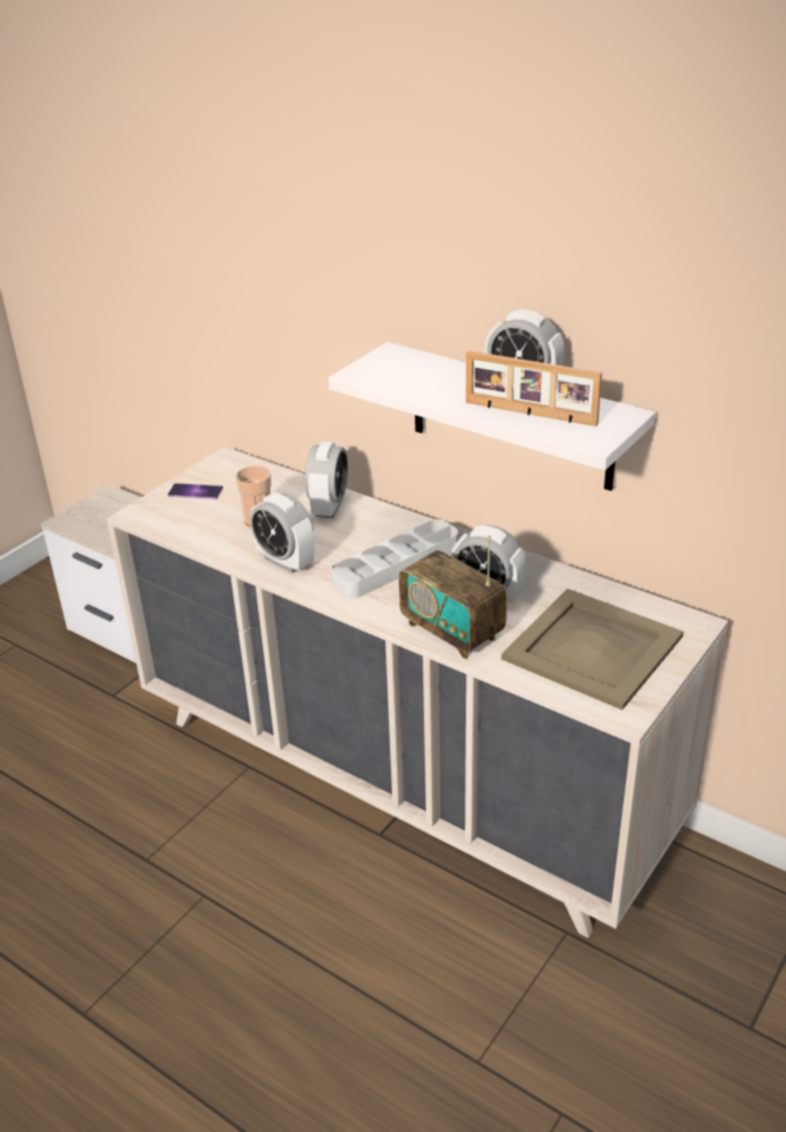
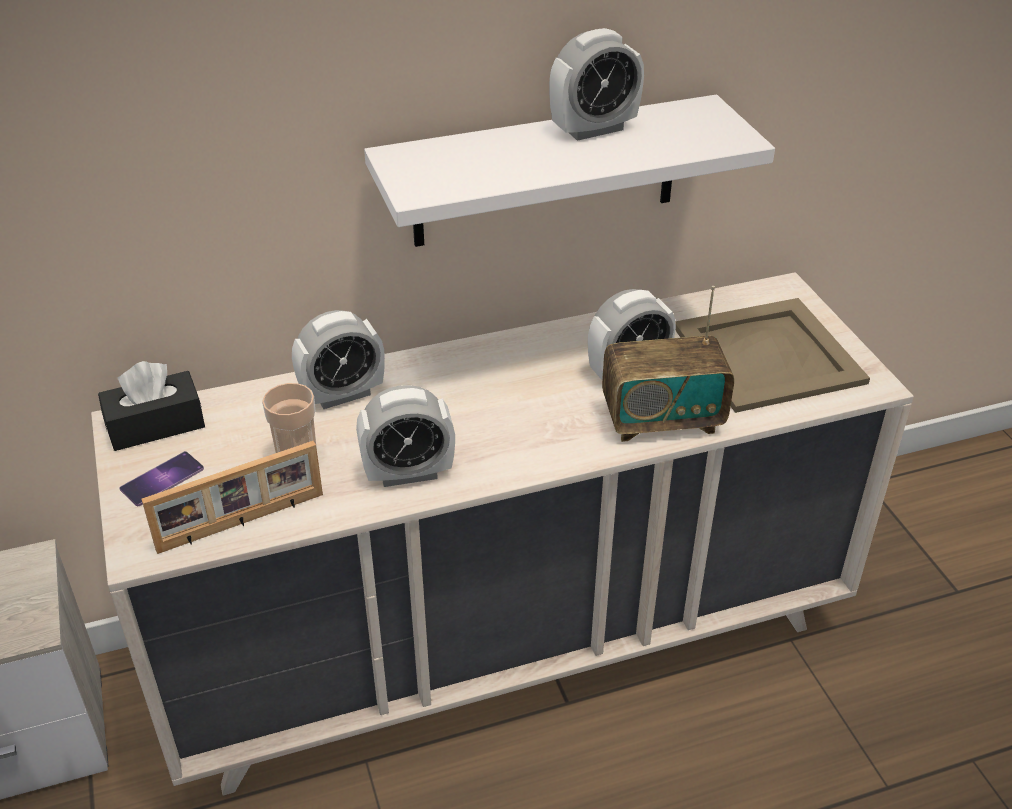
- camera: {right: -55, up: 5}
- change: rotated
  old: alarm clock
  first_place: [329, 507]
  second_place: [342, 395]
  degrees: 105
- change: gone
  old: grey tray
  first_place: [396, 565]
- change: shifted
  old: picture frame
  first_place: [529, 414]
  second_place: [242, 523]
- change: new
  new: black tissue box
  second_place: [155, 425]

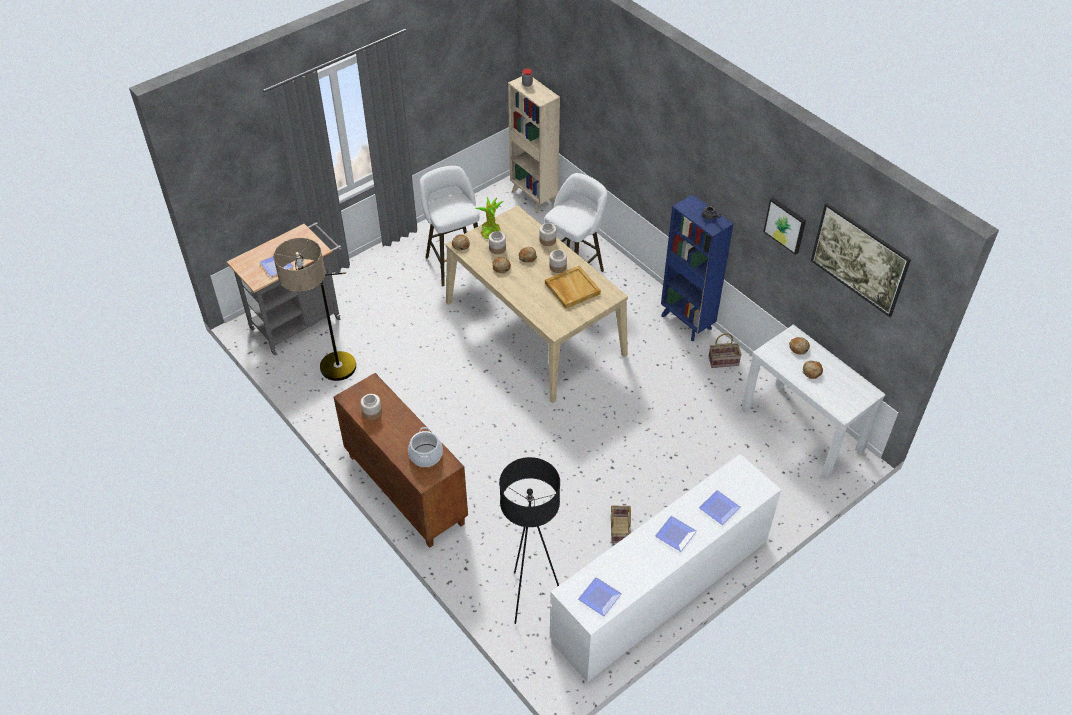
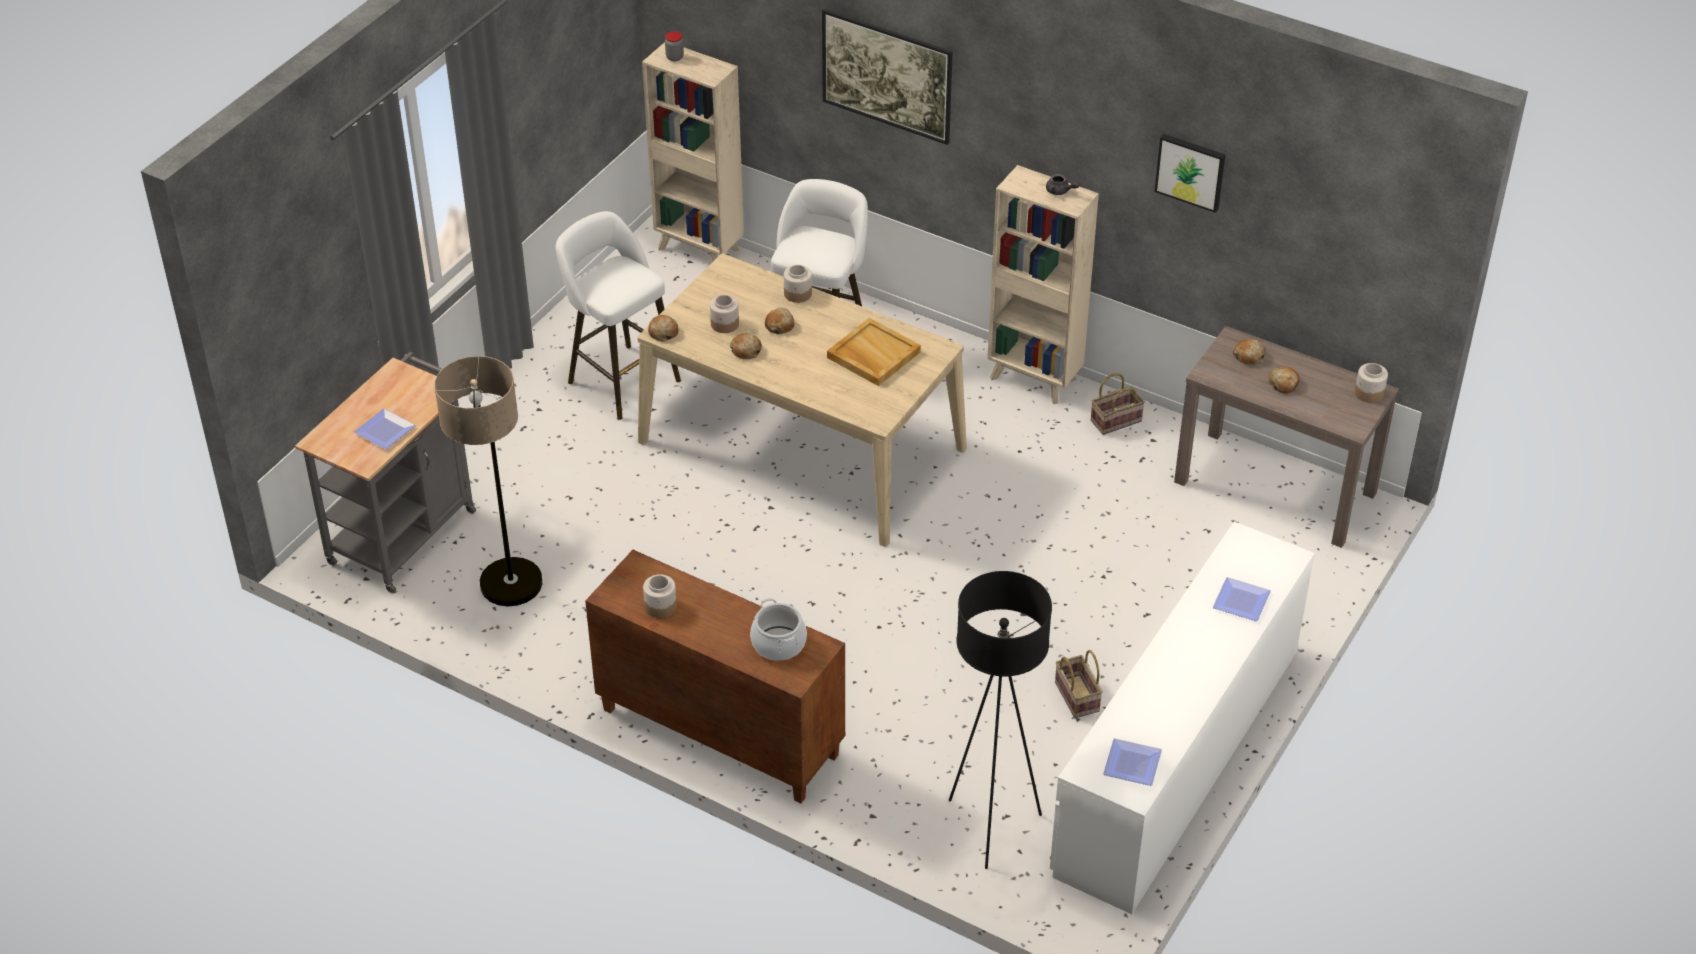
- camera: {right: -20, up: -5}
- change: gone
  old: potted plant
  first_place: [490, 230]
- change: shifted
  old: jar
  first_place: [557, 267]
  second_place: [1369, 393]
- change: gone
  old: plate
  first_place: [676, 536]
- change: repainted
  old: blue bookcase
  new: beige bookcase
  first_place: [687, 323]
  second_place: [1034, 379]
- change: repainted
  old: white console table
  new: brown console table
  first_place: [802, 430]
  second_place: [1276, 487]
- change: shifted
  old: picture
  first_place: [855, 273]
  second_place: [886, 98]

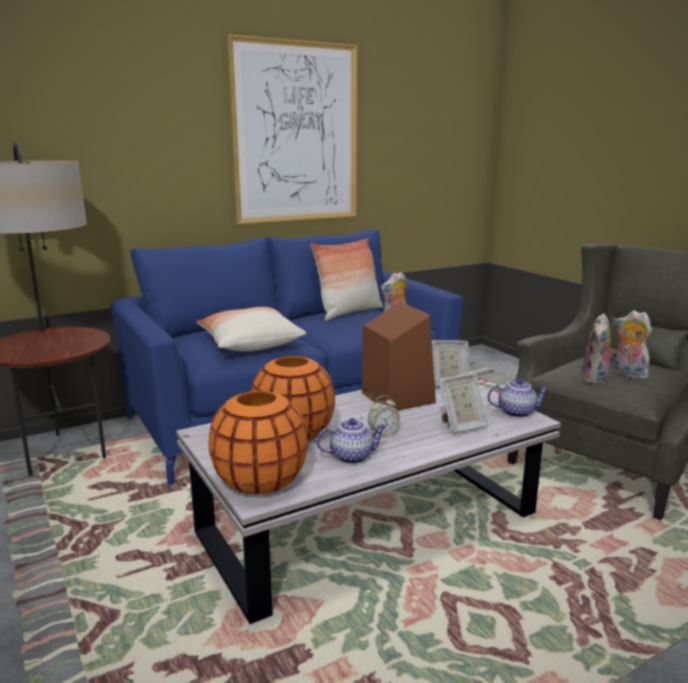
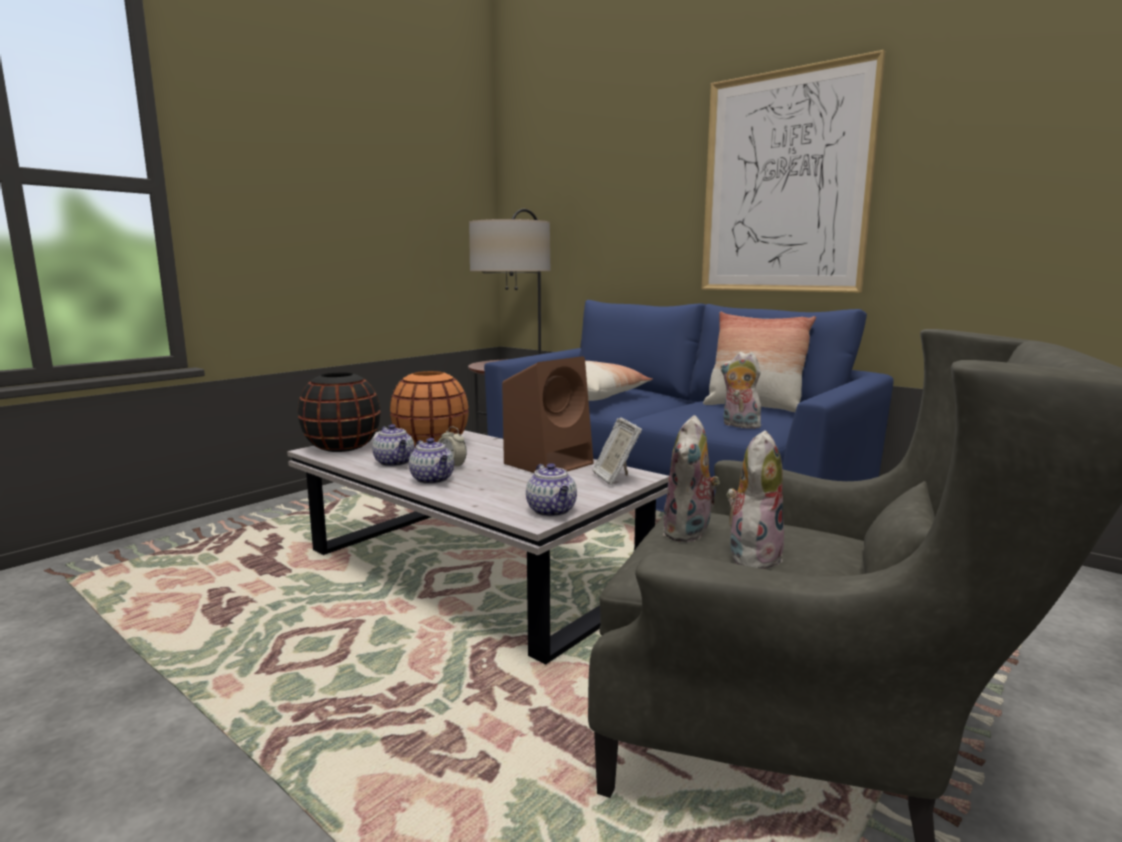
- camera: {right: 70, up: -5}
- change: repainted
  old: orange vase
  new: black vase
  first_place: [260, 482]
  second_place: [342, 447]
- change: gone
  old: picture frame
  first_place: [461, 426]
- change: rotated
  old: plush toy
  first_place: [596, 380]
  second_place: [689, 533]
  degrees: -75
- change: new
  new: teapot
  second_place: [433, 480]

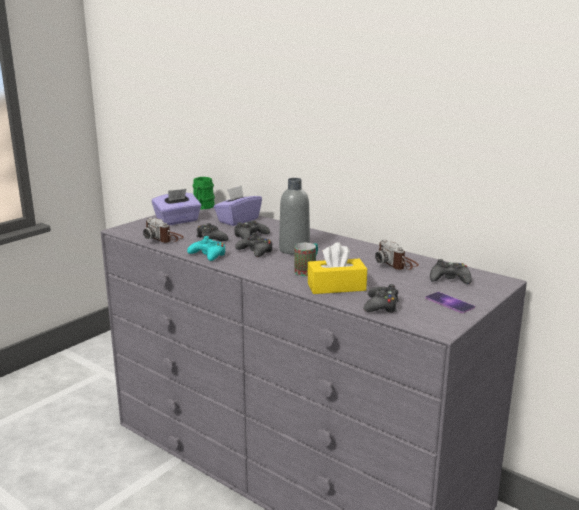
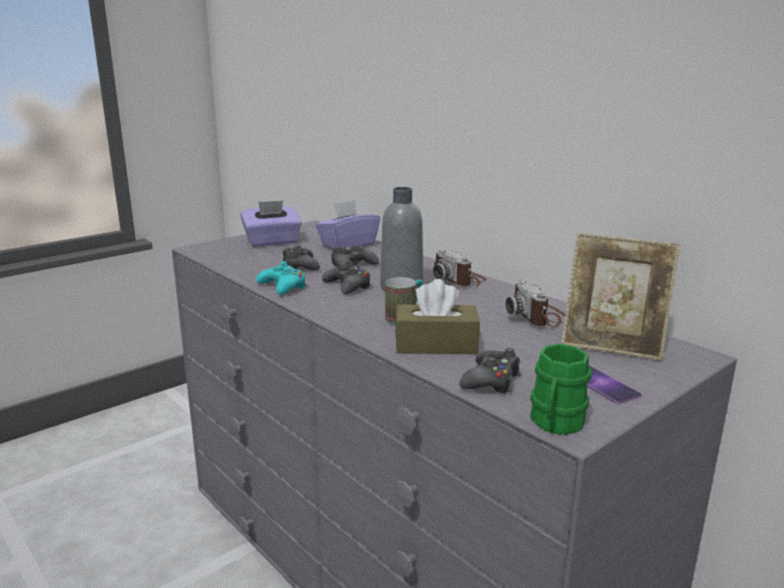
- camera: {right: 10, up: 0}
- change: shifted
  old: photo camera
  first_place: [164, 238]
  second_place: [459, 279]
- change: shifted
  old: green mug
  first_place: [202, 207]
  second_place: [555, 424]
- change: repainted
  old: yellow tissue box
  new: brown tissue box
  first_place: [336, 287]
  second_place: [436, 344]
- change: swapped
  old: black game controller
  new: picture frame
  first_place: [449, 279]
  second_place: [612, 346]

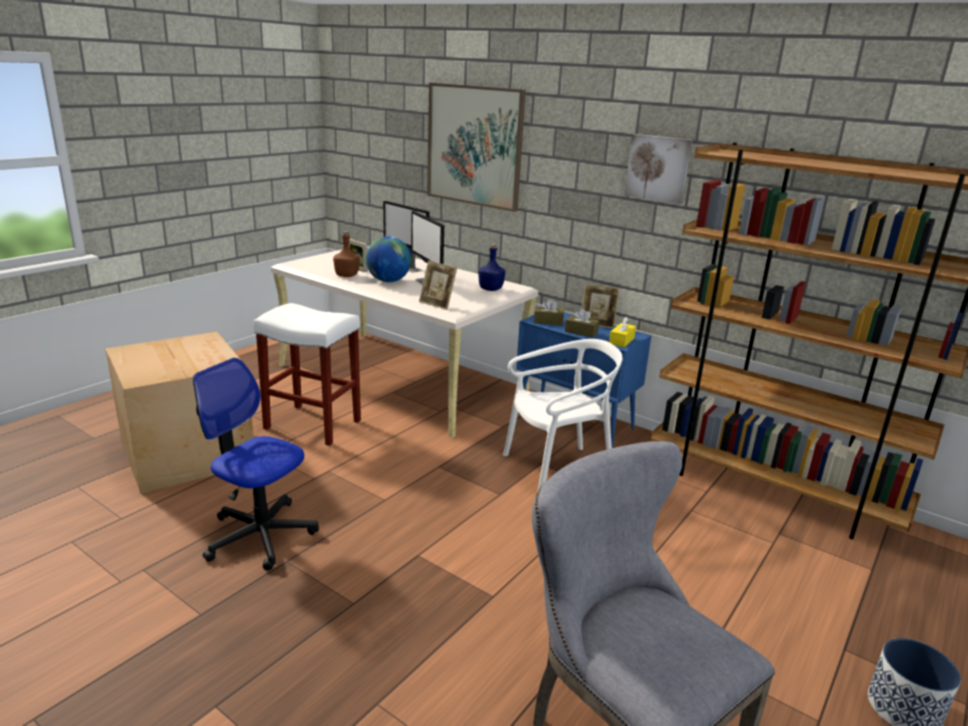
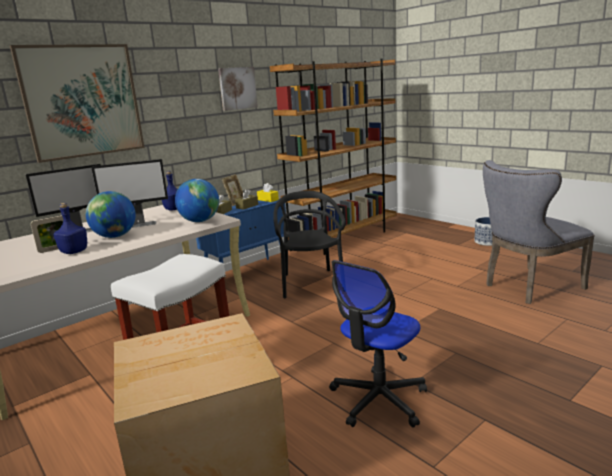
- camera: {right: -75, up: -5}
- change: repainted
  old: brown bottle
  new: blue bottle
  first_place: [347, 275]
  second_place: [74, 251]
- change: swapped
  old: picture frame
  new: globe
  first_place: [437, 304]
  second_place: [200, 221]
- change: repainted
  old: white chair
  new: black chair
  first_place: [557, 471]
  second_place: [311, 283]

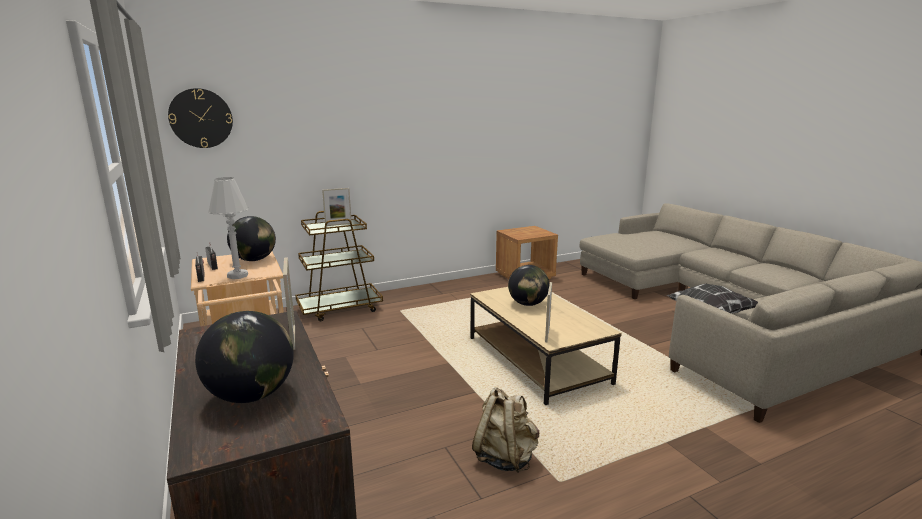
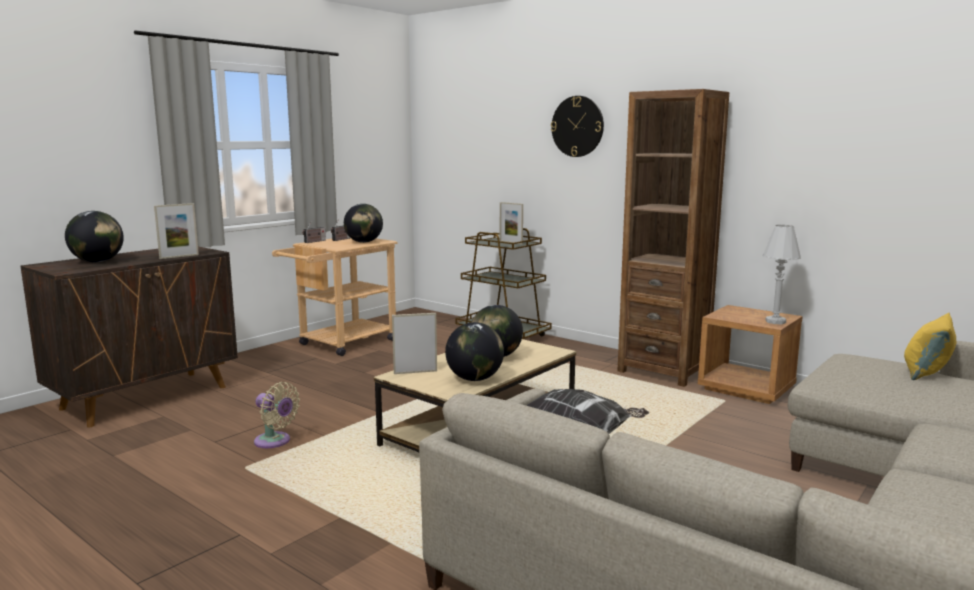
- camera: {right: 65, up: -5}
- change: shifted
  old: wall clock
  first_place: [201, 118]
  second_place: [577, 126]
- change: shifted
  old: white table lamp
  first_place: [237, 276]
  second_place: [775, 321]
- change: swapped
  old: beige backpack
  new: beige fan
  first_place: [505, 457]
  second_place: [275, 442]
- change: new
  new: globe
  second_place: [474, 379]
- change: new
  new: brown bookcase
  second_place: [663, 371]
- change: new
  new: yellow pillow
  second_place: [926, 373]

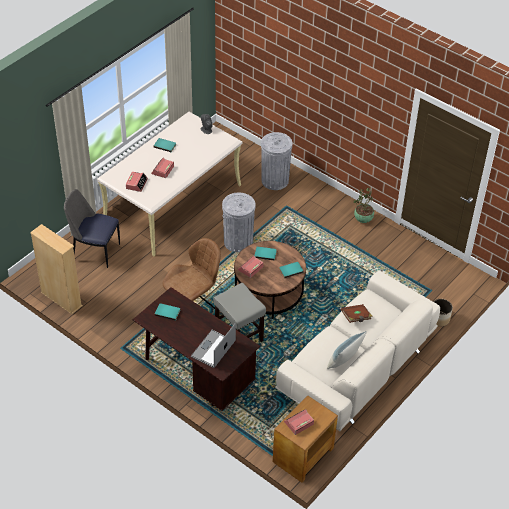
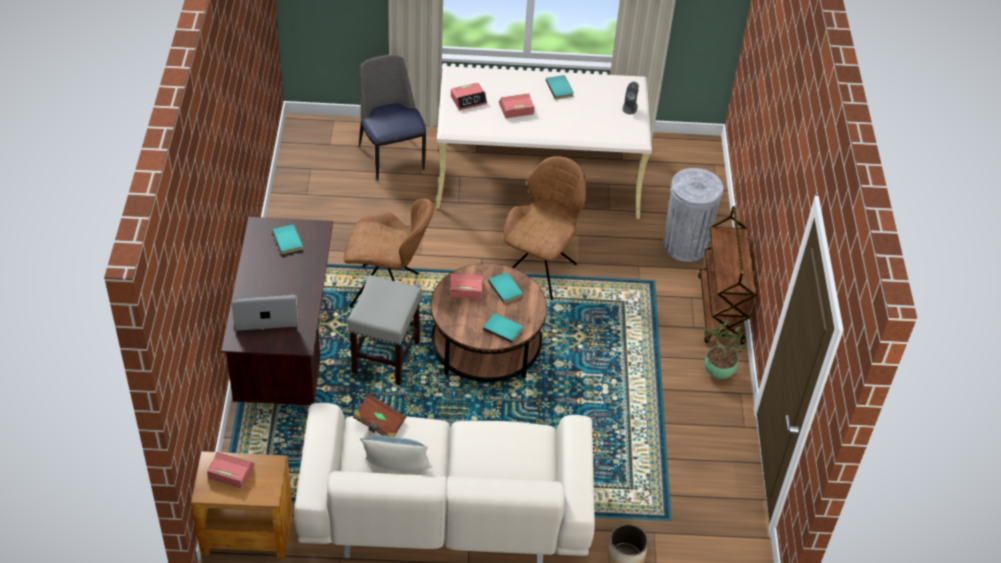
- camera: {right: 50, up: 0}
- change: gone
  old: beige bookcase
  first_place: [61, 299]
- change: swapped
  old: grey trash can
  new: brown chair
  first_place: [238, 242]
  second_place: [540, 270]
- change: shifted
  old: brown book
  first_place: [356, 317]
  second_place: [379, 424]
- change: new
  new: brown cart
  second_place: [721, 310]

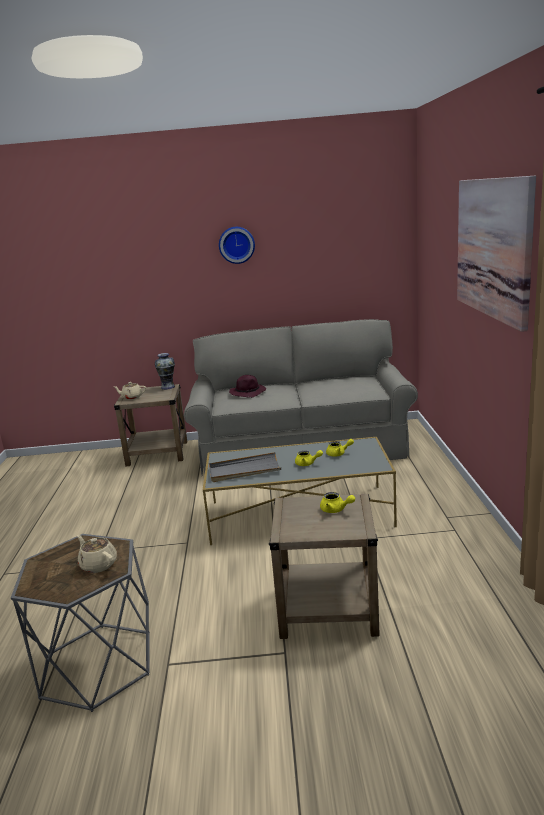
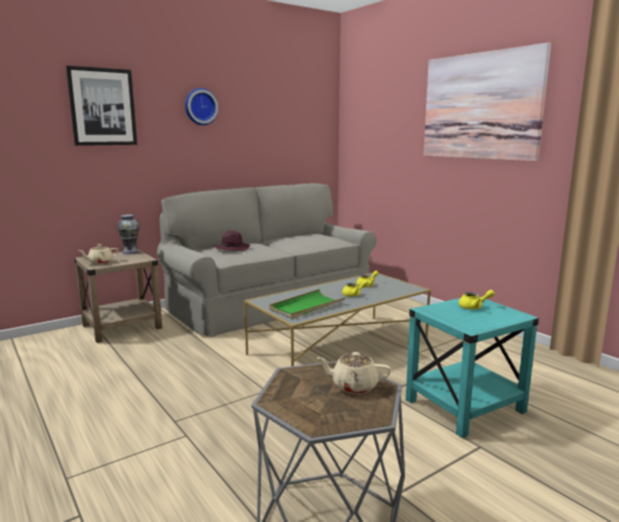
- camera: {right: -35, up: -5}
- change: repainted
  old: grey tray
  new: green tray
  first_place: [244, 470]
  second_place: [306, 306]
- change: repainted
  old: beige side table
  new: turquoise side table
  first_place: [329, 610]
  second_place: [465, 406]
- change: new
  new: picture
  second_place: [102, 107]

